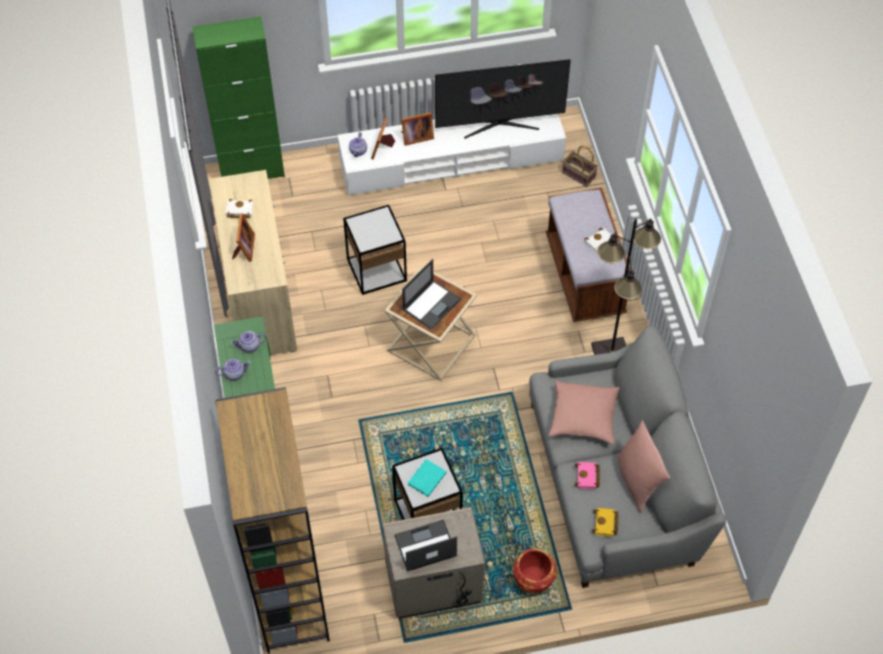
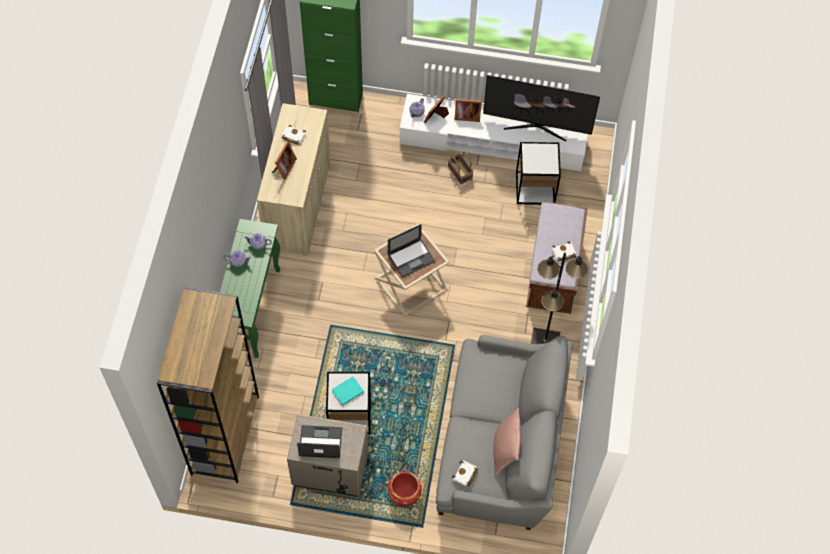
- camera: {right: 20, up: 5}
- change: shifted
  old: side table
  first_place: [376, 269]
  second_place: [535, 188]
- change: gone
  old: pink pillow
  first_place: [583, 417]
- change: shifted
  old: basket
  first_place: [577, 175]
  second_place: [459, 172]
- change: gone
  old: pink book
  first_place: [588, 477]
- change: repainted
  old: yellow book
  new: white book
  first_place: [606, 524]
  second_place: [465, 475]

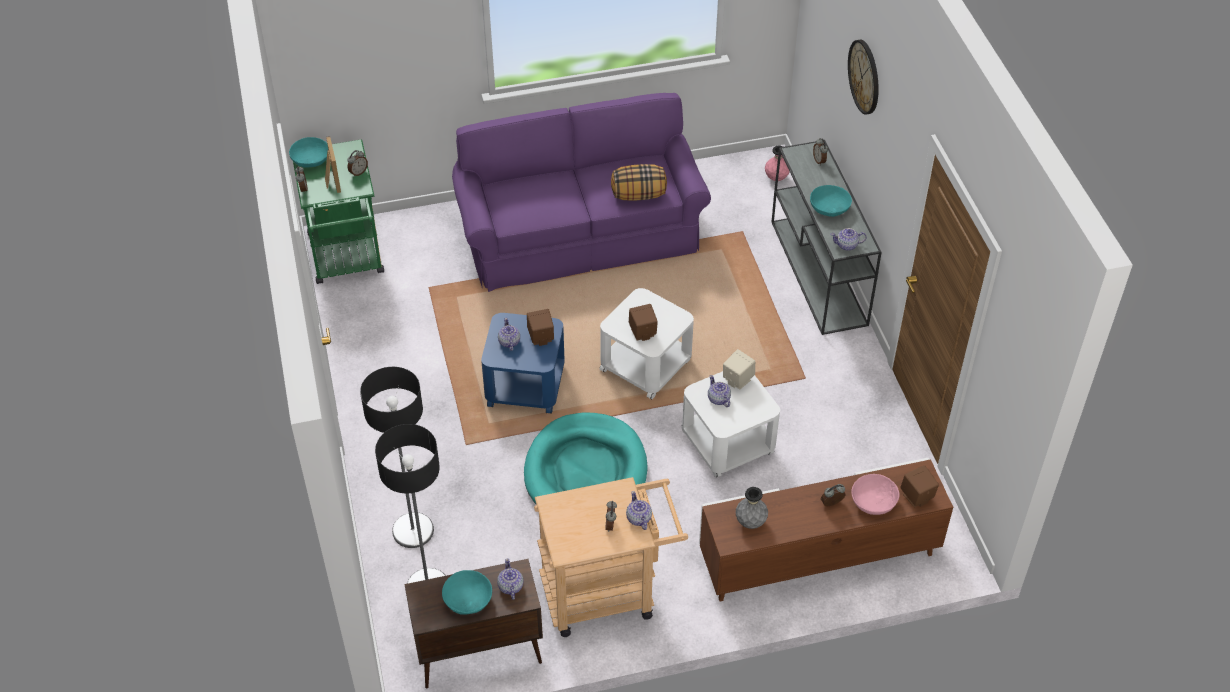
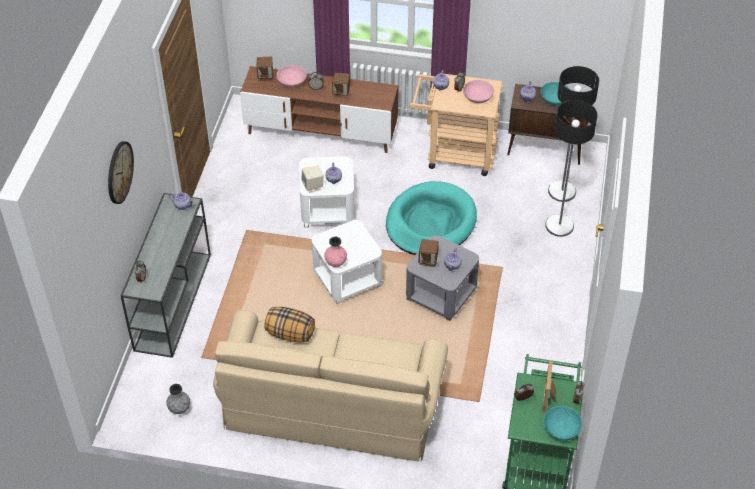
- camera: {right: -155, up: 0}
- change: repainted
  old: purple sofa
  new: beige sofa
  first_place: [580, 235]
  second_place: [332, 405]
- change: repainted
  old: blue side table
  new: grey side table
  first_place: [525, 384]
  second_place: [441, 295]
- change: shifted
  old: brown speaker
  first_place: [642, 333]
  second_place: [341, 92]
- change: shifted
  old: grey vase
  first_place: [750, 522]
  second_place: [179, 409]
- change: shifted
  old: pink vase
  first_place: [776, 178]
  second_place: [336, 263]
- change: gone
  old: turquoise bowl
  first_place: [829, 208]
- change: new
  new: pink bowl
  second_place: [478, 97]

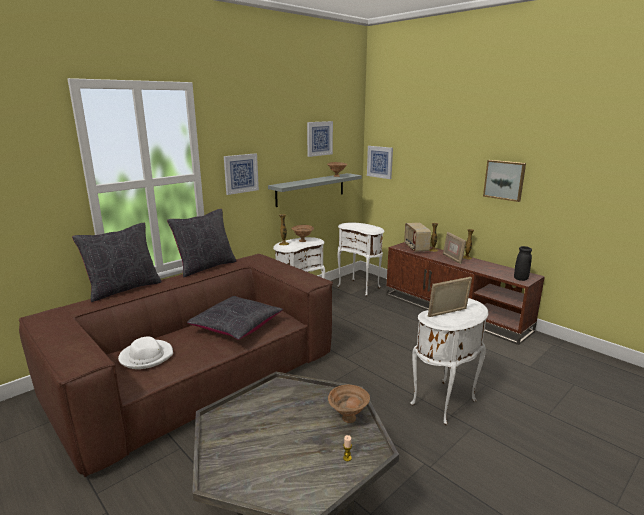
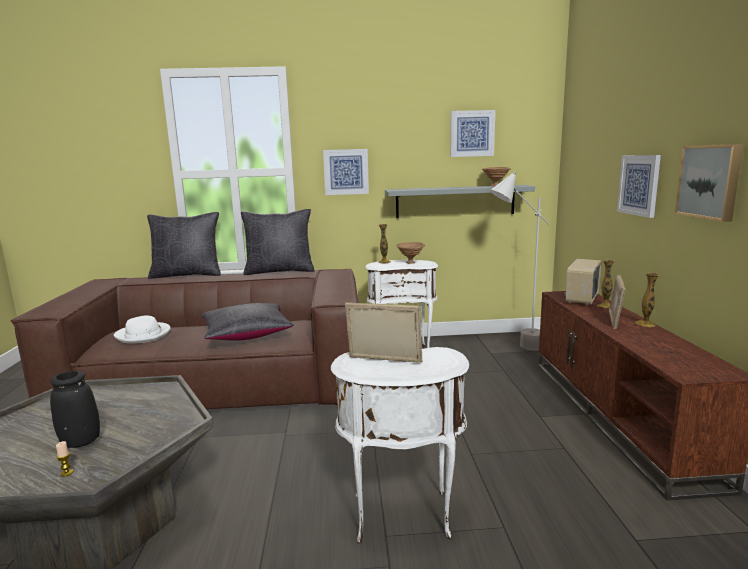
- camera: {right: 40, up: -5}
- change: gone
  old: brown bowl
  first_place: [348, 419]
- change: swapped
  old: white side table
  new: grey floor lamp
  first_place: [360, 287]
  second_place: [515, 349]
- change: shifted
  old: picture
  first_place: [380, 162]
  second_place: [639, 185]
- change: shifted
  old: black vase
  first_place: [520, 279]
  second_place: [80, 442]

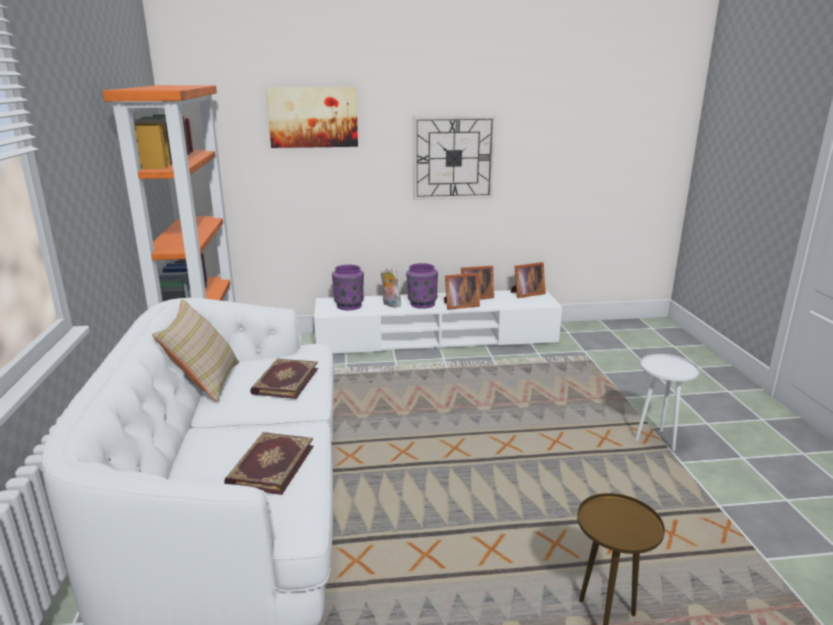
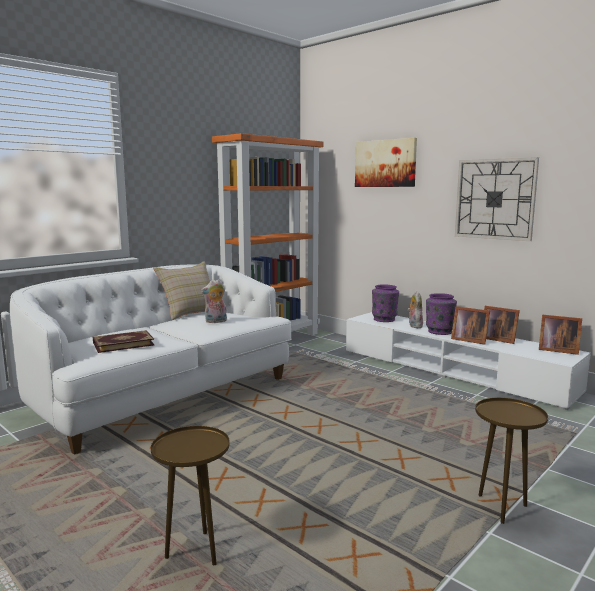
- camera: {right: 50, up: -10}
- change: swapped
  old: book
  new: plush toy
  first_place: [284, 381]
  second_place: [215, 321]
- change: repainted
  old: white side table
  new: brown side table
  first_place: [656, 441]
  second_place: [502, 508]

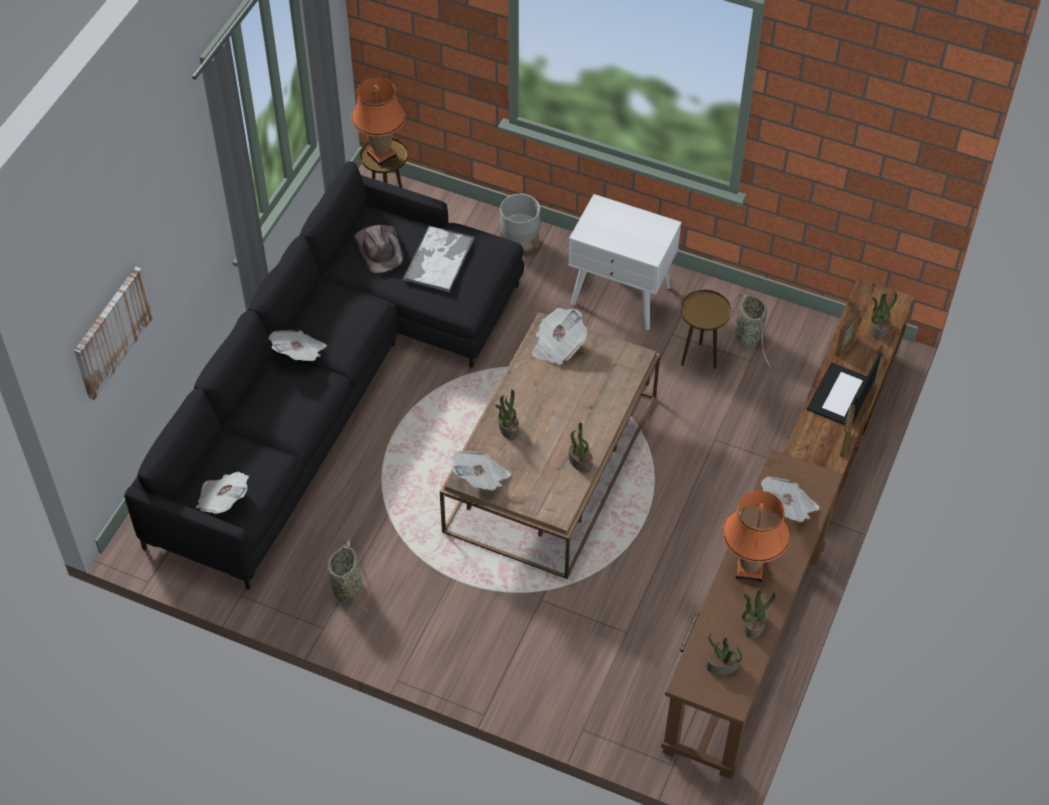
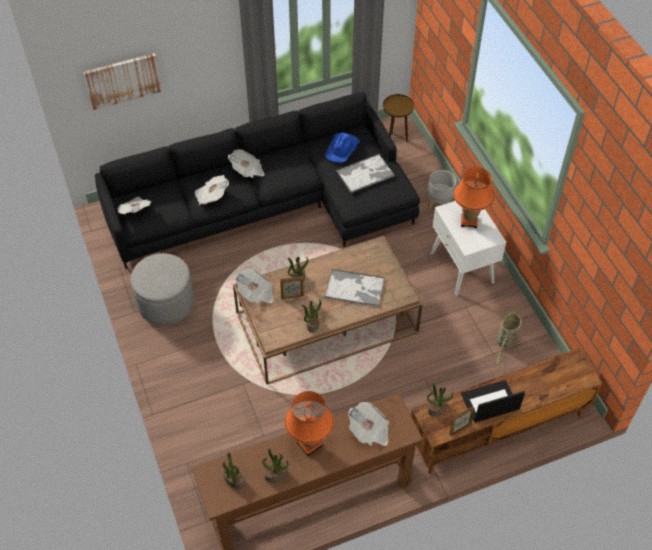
- camera: {right: 45, up: 0}
- change: swapped
  old: basket
  new: grey ottoman
  first_place: [347, 587]
  second_place: [166, 303]
- change: shifted
  old: orange table lamp
  first_place: [382, 155]
  second_place: [469, 221]
- change: repainted
  old: brown hat
  new: blue hat
  first_place: [379, 249]
  second_place: [342, 148]
- change: shifted
  old: newspaper
  first_place: [557, 346]
  second_place: [211, 196]
- change: gone
  old: brown side table
  first_place: [699, 358]
- change: shifted
  old: picture frame
  first_place: [845, 346]
  second_place: [292, 296]
- change: shifted
  old: potted plant
  first_place: [878, 328]
  second_place: [437, 408]
- change: new
  new: tray
  second_place: [355, 288]

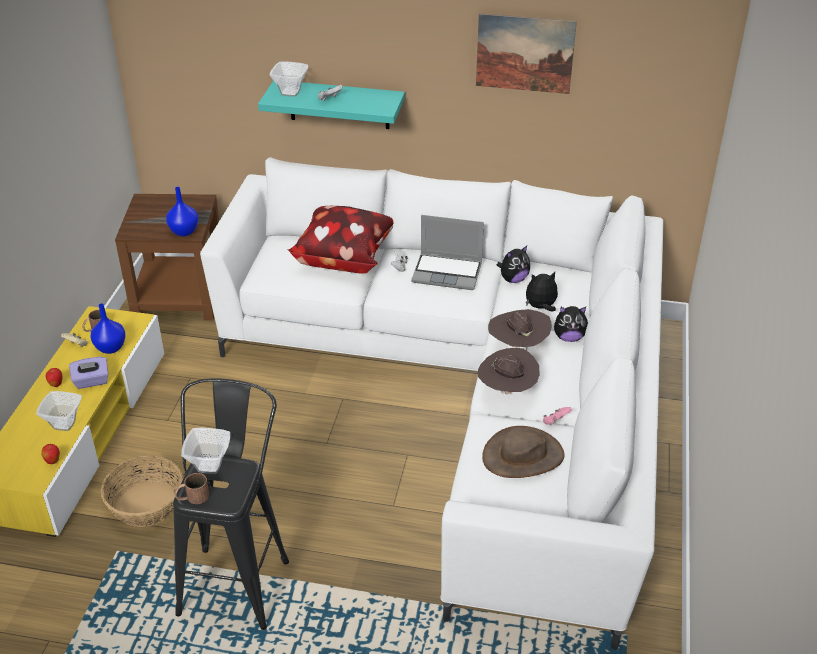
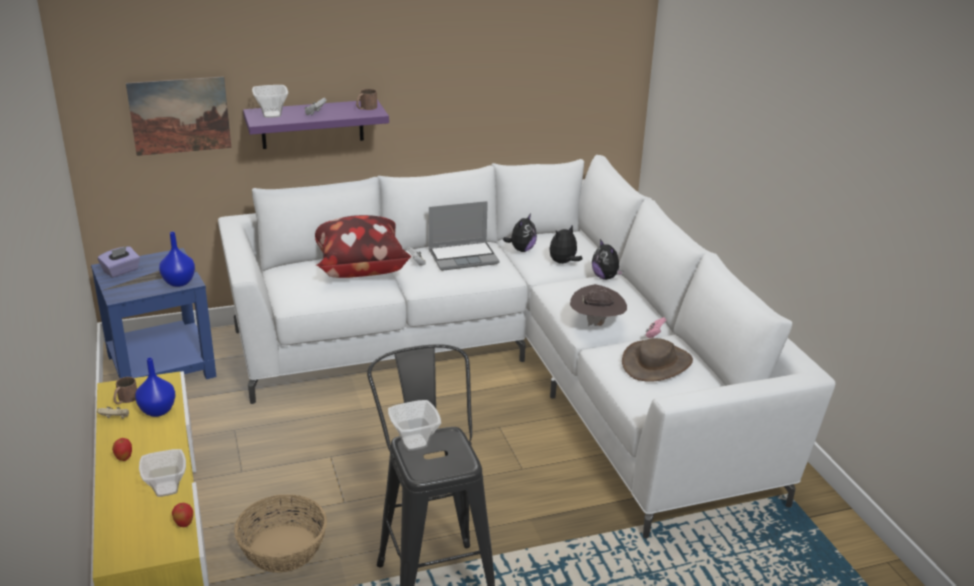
- camera: {right: -30, up: -10}
- change: shifted
  old: purple tissue box
  first_place: [91, 381]
  second_place: [121, 271]
- change: repainted
  old: brown side table
  new: blue side table
  first_place: [181, 294]
  second_place: [162, 364]
- change: shifted
  old: brown mug
  first_place: [192, 497]
  second_place: [365, 108]
- change: repainted
  old: turquoise shelf
  new: purple shelf
  first_place: [339, 104]
  second_place: [312, 124]
- change: shifted
  old: picture
  first_place: [525, 53]
  second_place: [180, 115]
- change: gone
  old: brown hat
  first_place: [517, 346]
- change: rotated
  old: plush toy
  first_place: [569, 337]
  second_place: [606, 277]
  degrees: 90

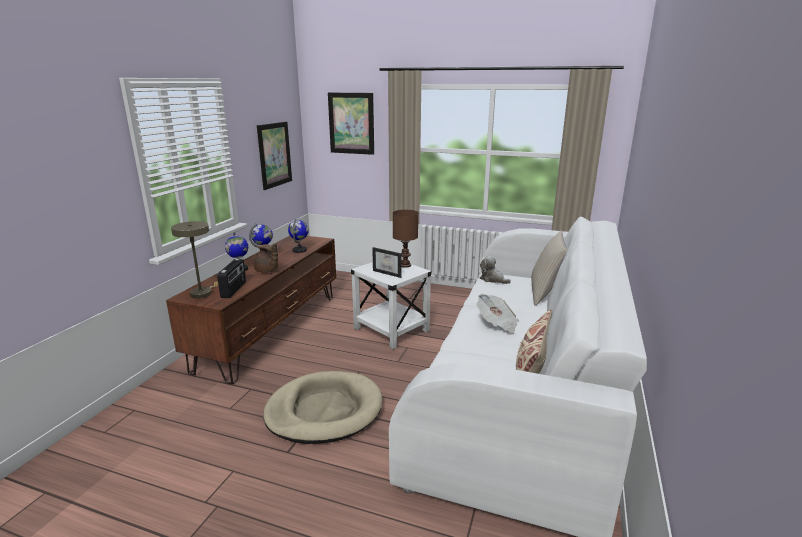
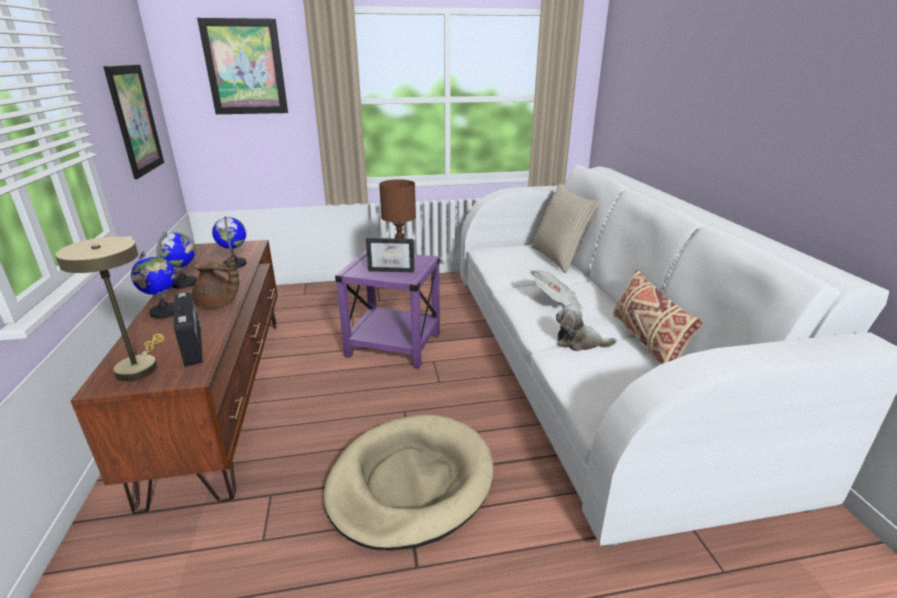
- camera: {right: -30, up: 5}
- change: repainted
  old: white side table
  new: purple side table
  first_place: [391, 330]
  second_place: [394, 345]
- change: shifted
  old: plush toy
  first_place: [493, 279]
  second_place: [579, 342]

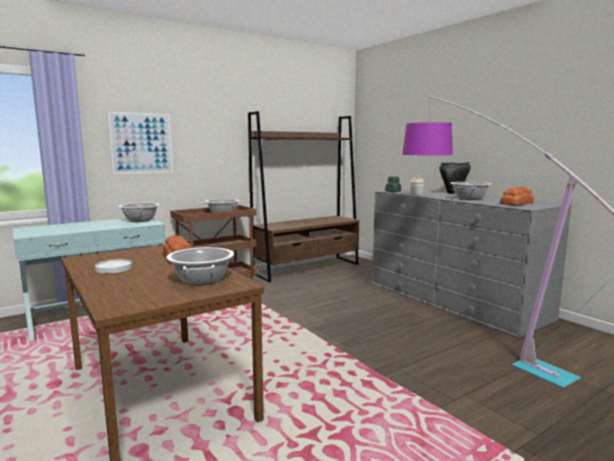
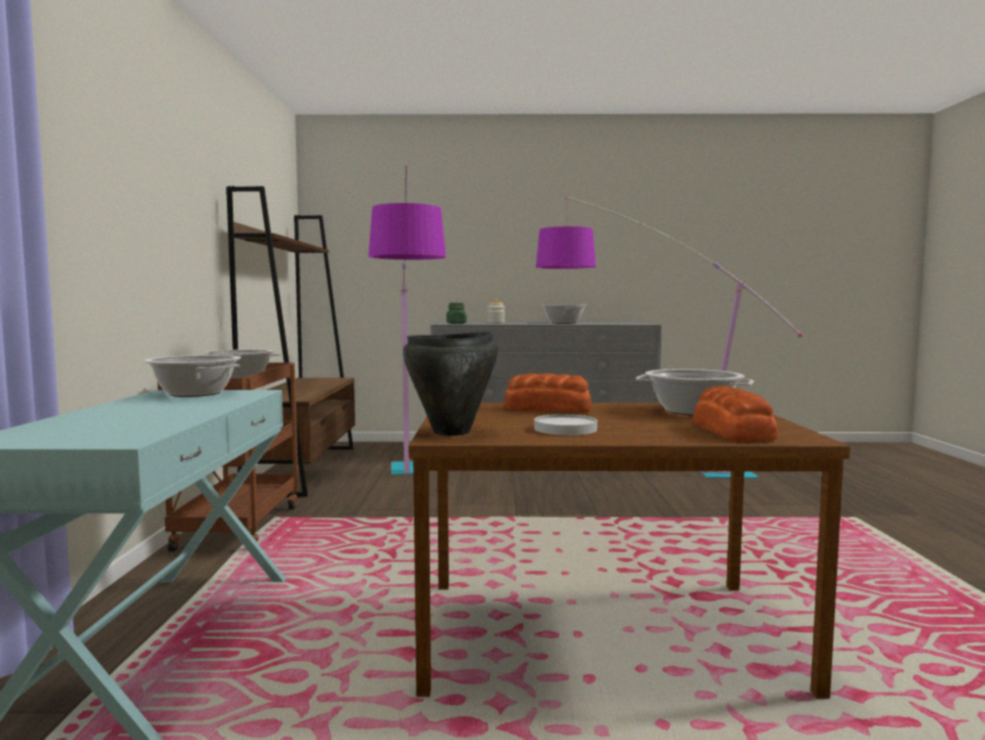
- camera: {right: -55, up: -5}
- change: gone
  old: picture
  first_place: [141, 143]
- change: shifted
  old: black cooking pot
  first_place: [453, 193]
  second_place: [452, 432]
- change: shifted
  old: bread
  first_place: [517, 203]
  second_place: [732, 431]
- change: new
  new: floor lamp
  second_place: [408, 493]

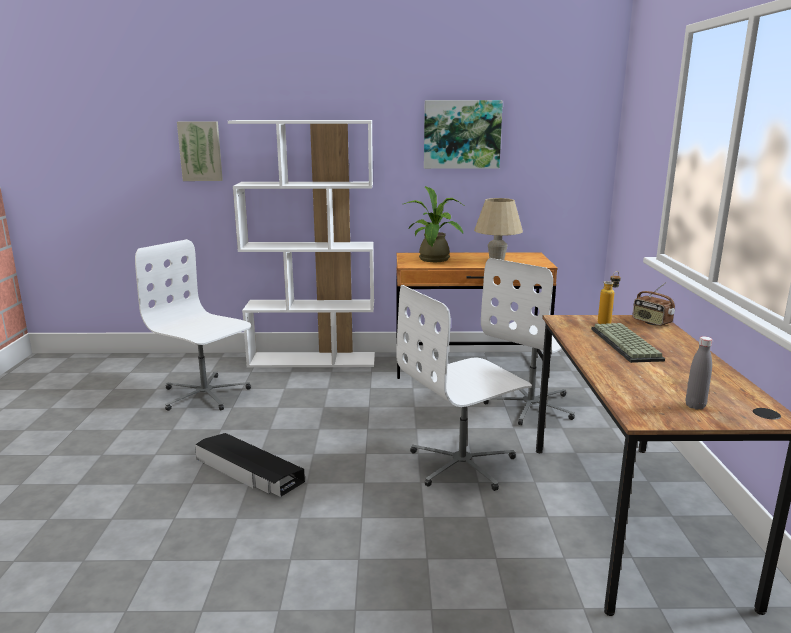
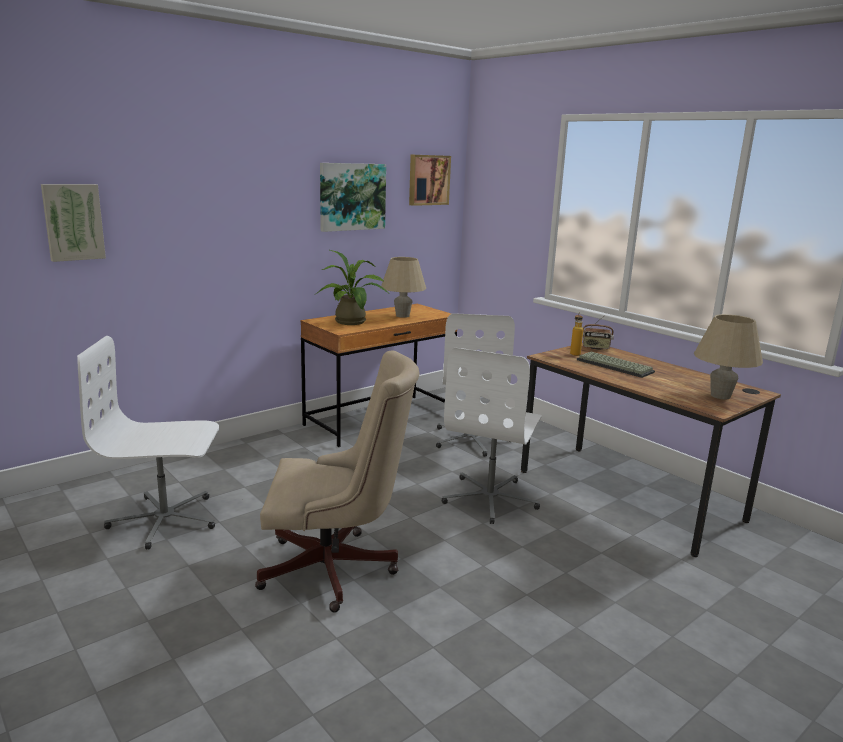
- camera: {right: -40, up: 0}
- change: swapped
  old: black storage box
  new: beige office chair
  first_place: [249, 471]
  second_place: [336, 570]
- change: gone
  old: white bookcase
  first_place: [313, 360]
- change: swapped
  old: grey bottle
  new: beige table lamp
  first_place: [695, 406]
  second_place: [720, 396]
- change: new
  new: picture
  second_place: [428, 180]

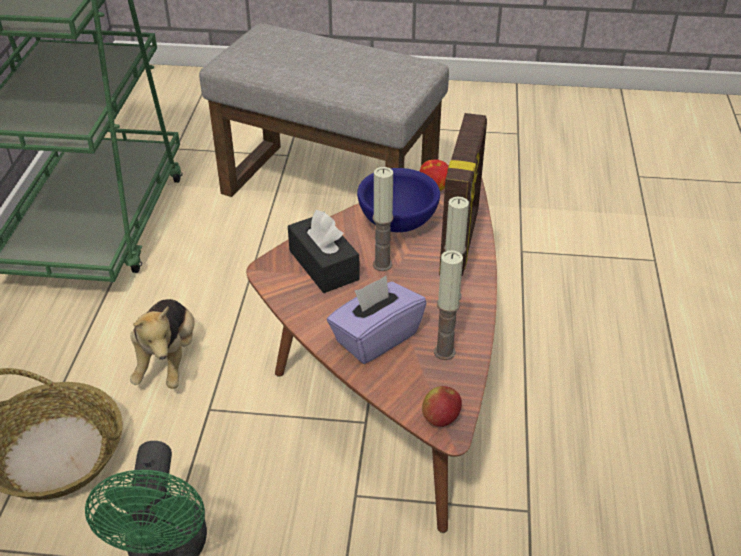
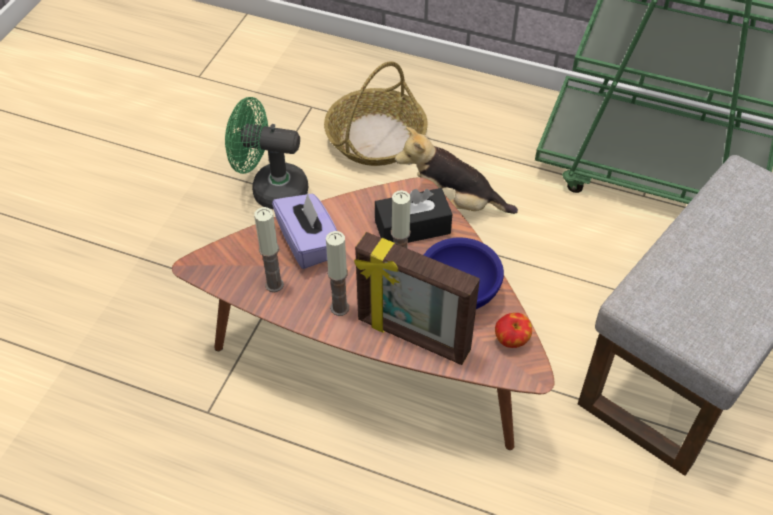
- camera: {right: 105, up: 10}
- change: gone
  old: apple
  first_place: [440, 418]

